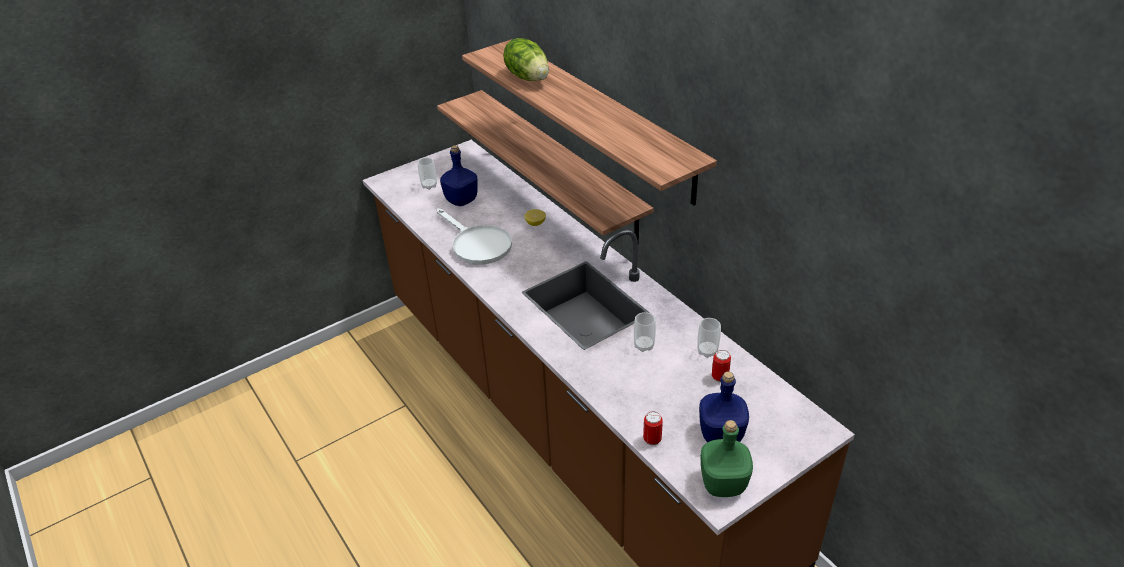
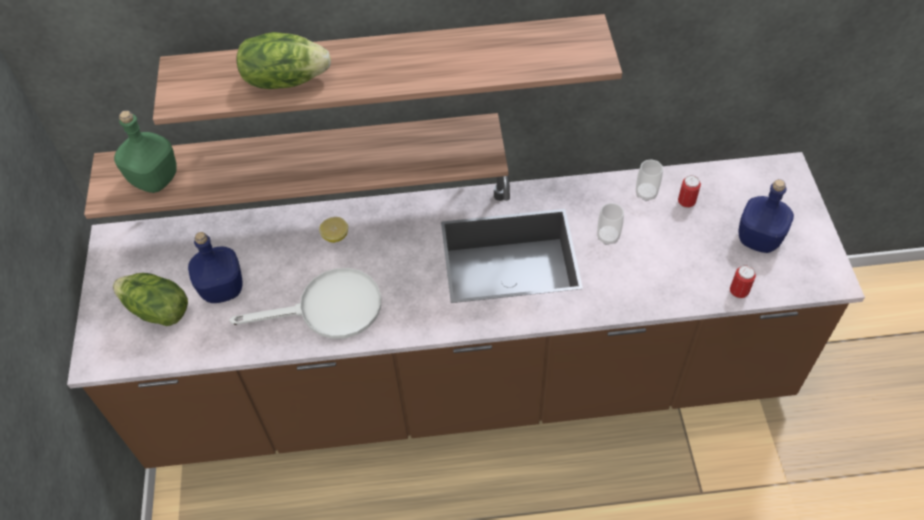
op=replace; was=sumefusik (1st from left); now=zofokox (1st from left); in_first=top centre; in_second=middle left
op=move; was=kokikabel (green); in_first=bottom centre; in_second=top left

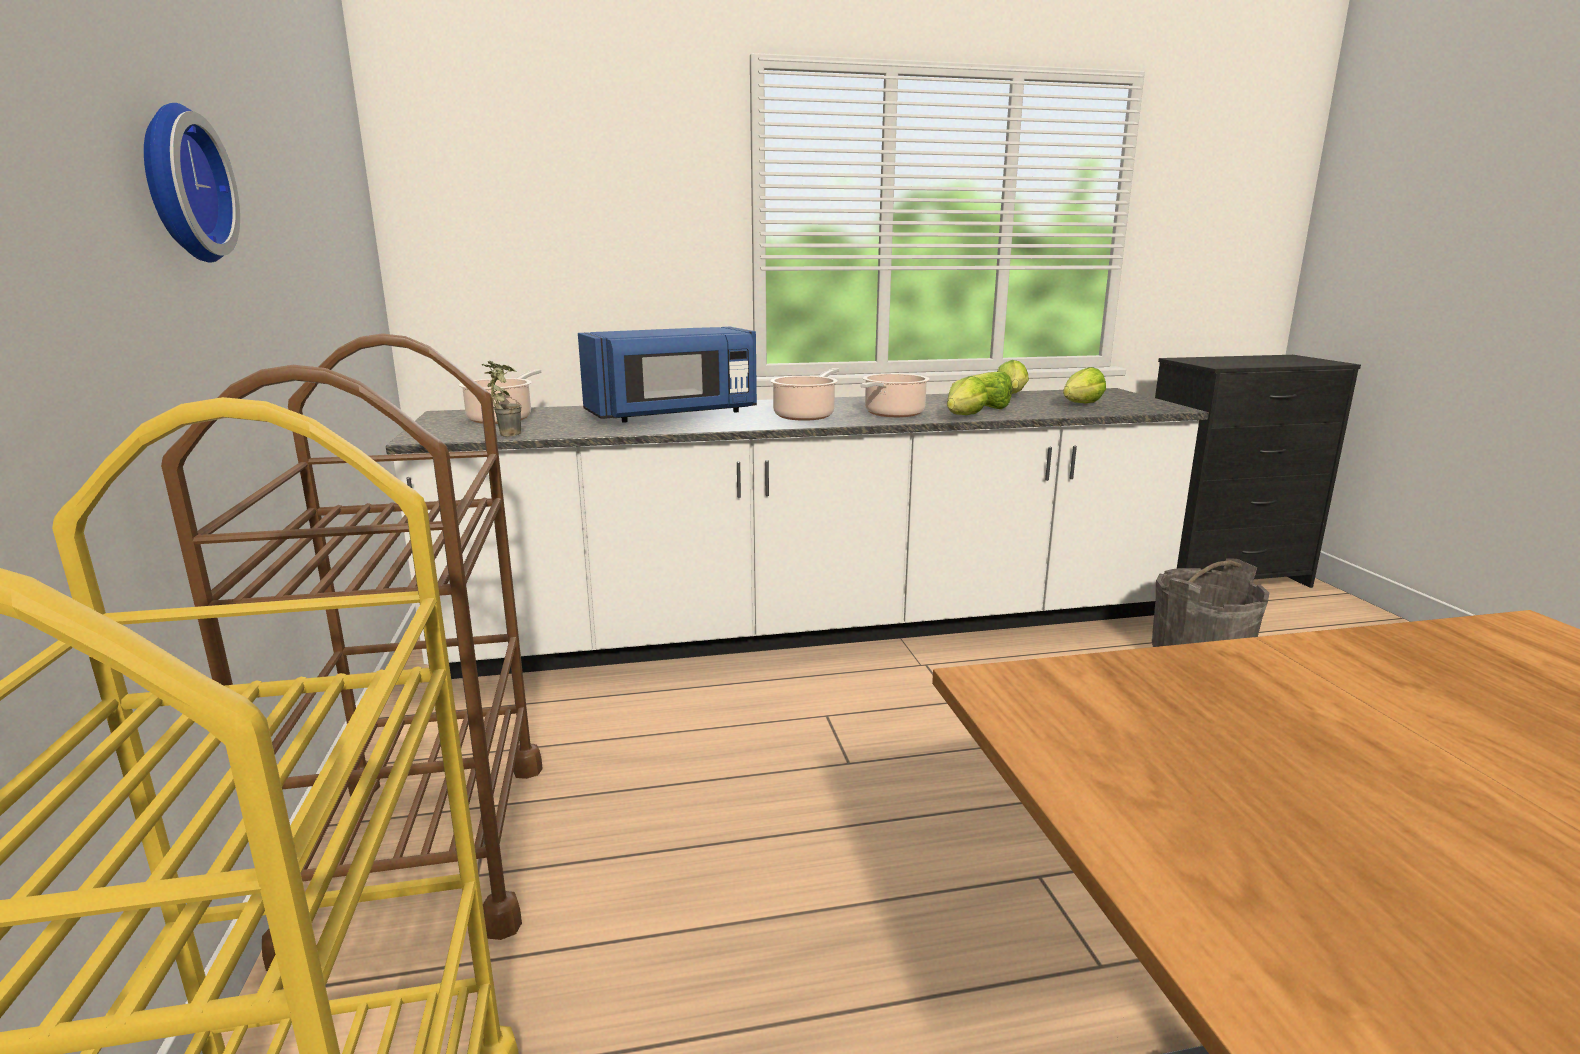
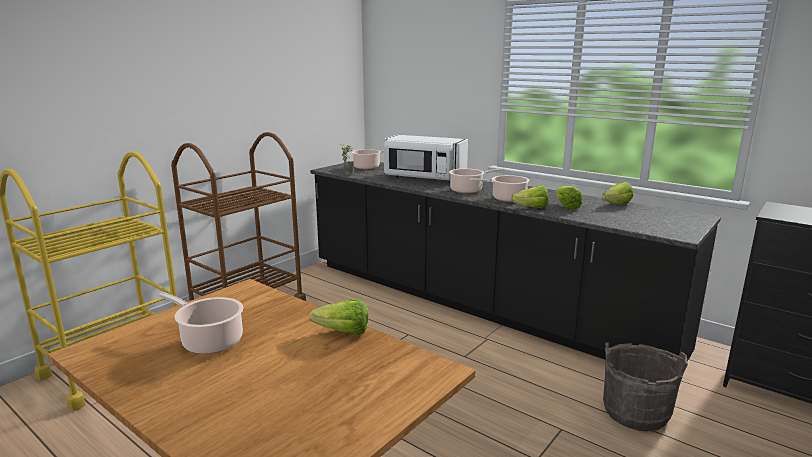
op=delete; was=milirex; in_first=top left
op=recolor; was=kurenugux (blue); now=kurenugux (white); in_first=centre; in_second=centre
op=move; was=zofokox (4th from left in the first image); now=zofokox (1st from left); in_first=middle right; in_second=bottom centre
op=recolor; was=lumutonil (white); now=lumutonil (black); in_first=centre; in_second=centre
op=insert; now=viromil (1st from left); in_second=bottom left

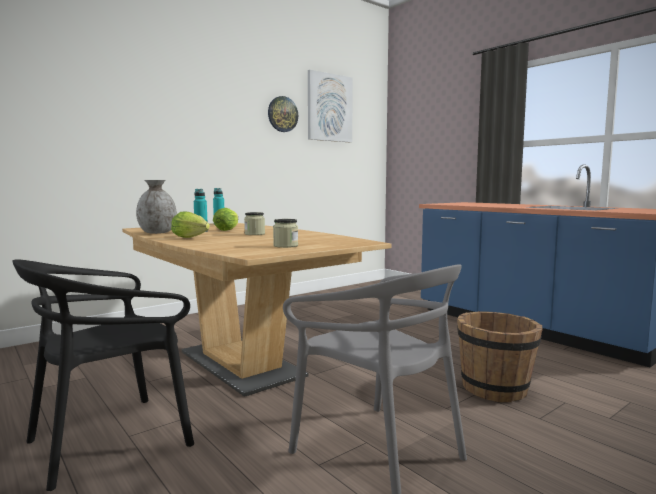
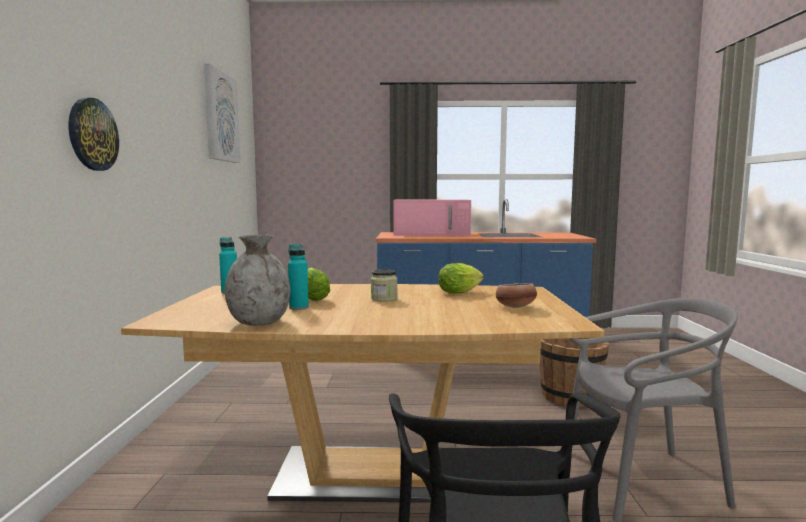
op=move; was=milirex; in_first=top centre; in_second=top left
op=move; was=zofokox (1st from left in the first image); now=zofokox (2nd from left); in_first=middle left; in_second=centre
op=replace; was=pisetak (2nd from left); now=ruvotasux; in_first=centre; in_second=centre
op=insert; now=kurenugux (pink); in_second=centre

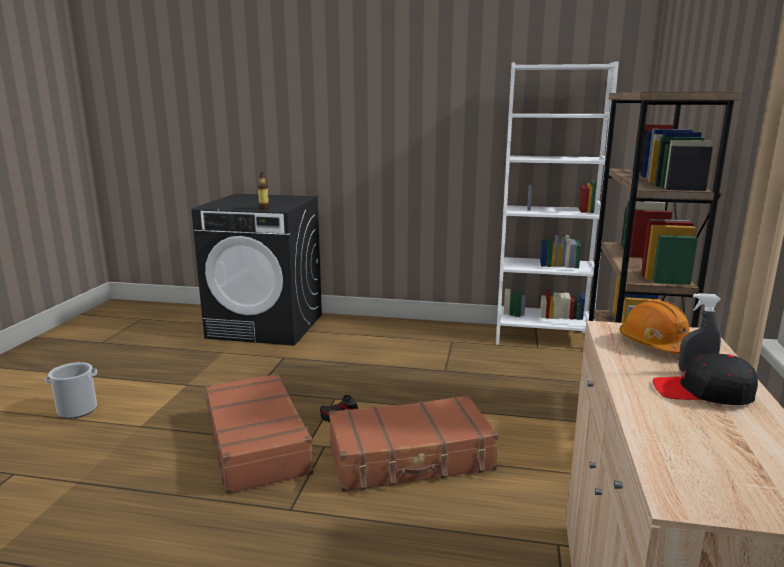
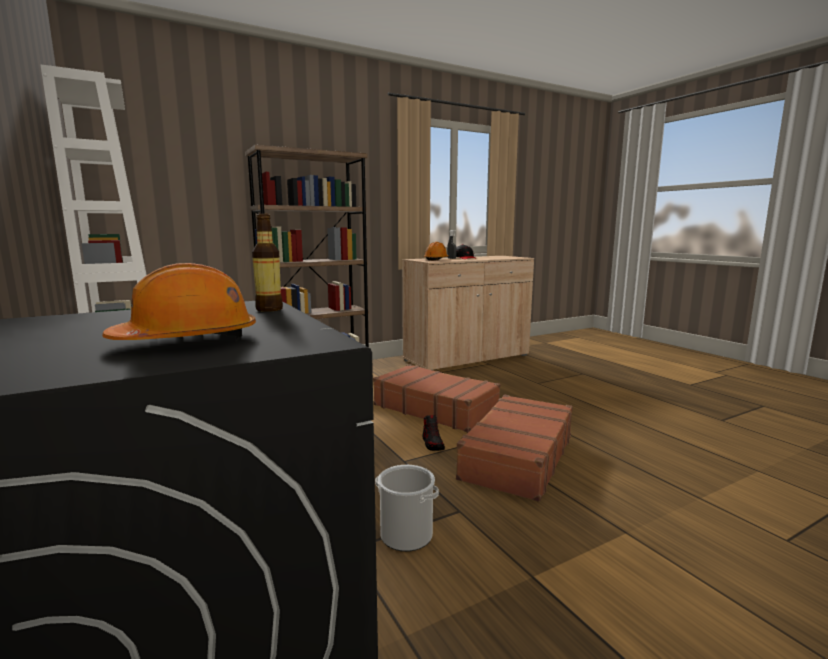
op=move; was=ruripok; in_first=bottom left; in_second=bottom centre
op=insert; now=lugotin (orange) (1st from left); in_second=middle left

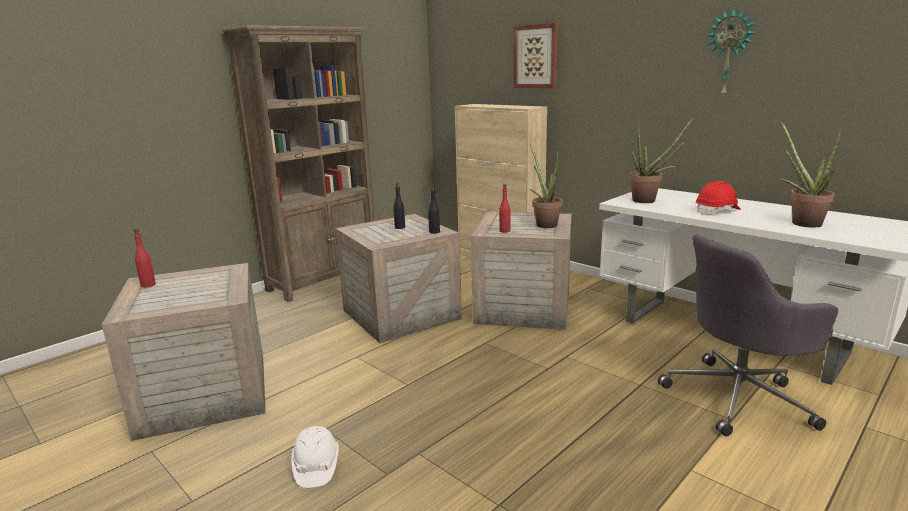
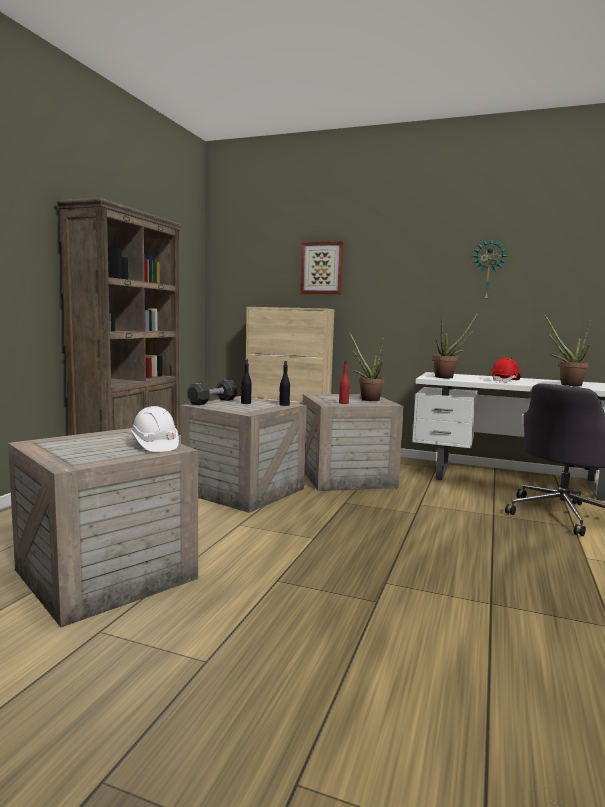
op=delete; was=kokikabel (red) (1st from left); in_first=middle left
op=move; was=lugotin (white); in_first=bottom centre; in_second=middle left
op=insert; now=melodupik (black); in_second=centre

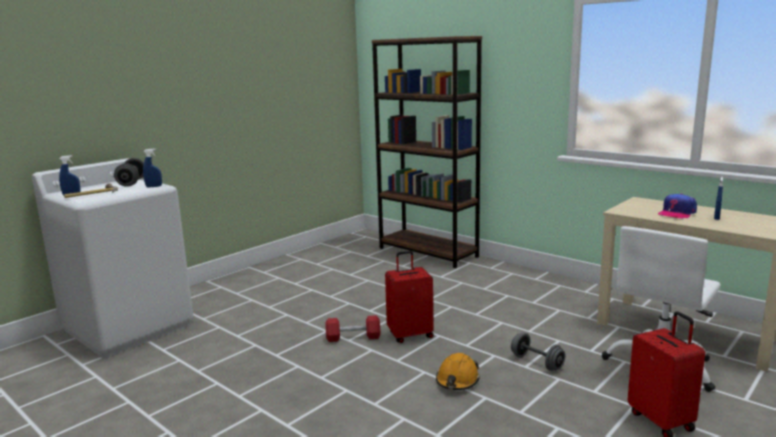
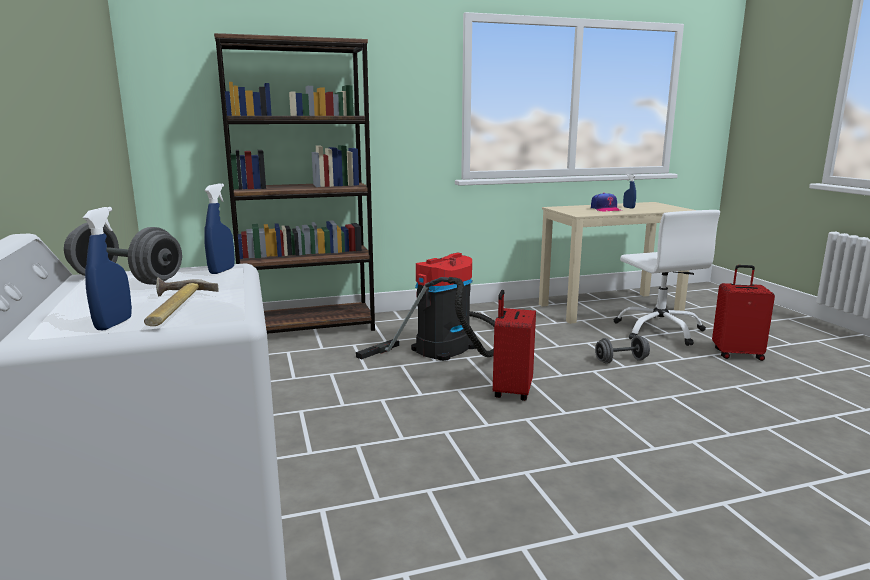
op=delete; was=melodupik (red); in_first=bottom centre
op=delete; was=lugotin (orange); in_first=bottom centre
op=insert; now=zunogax; in_second=centre

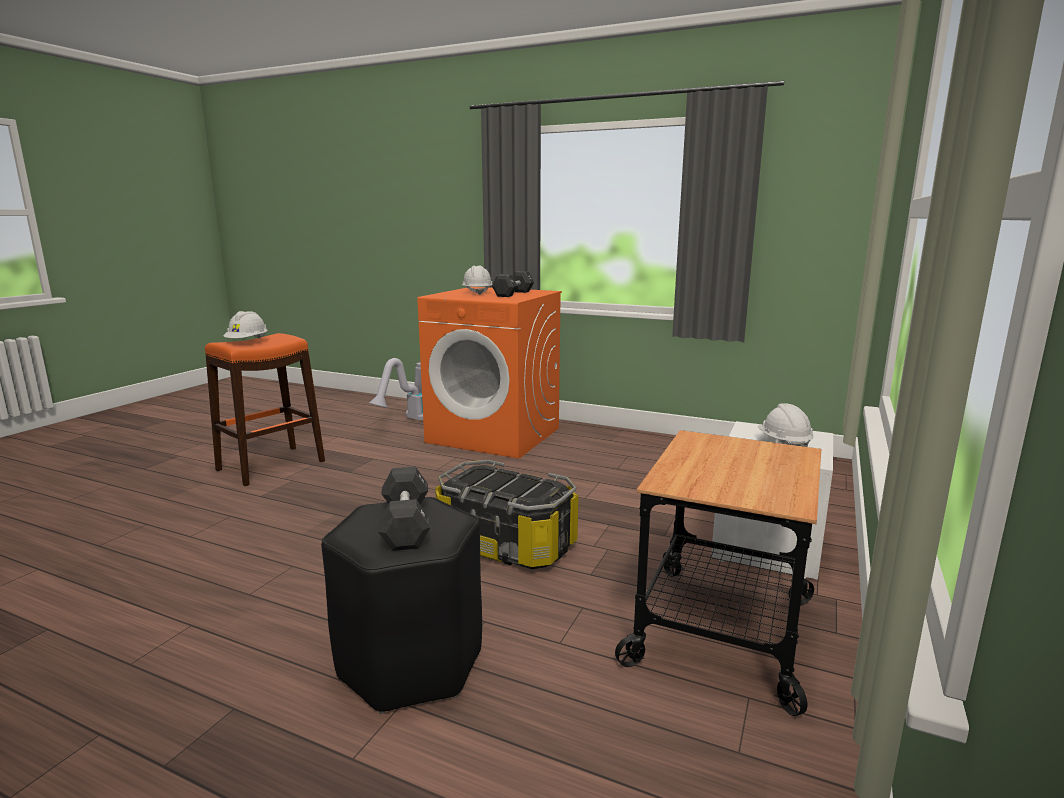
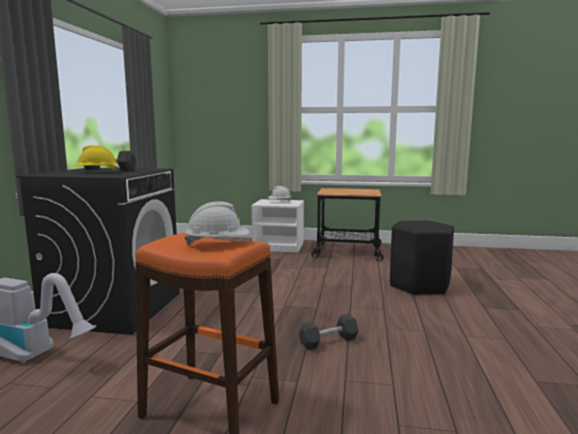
op=recolor; was=lugotin (white) (2nd from left); now=lugotin (yellow); in_first=centre; in_second=middle left
op=recolor; was=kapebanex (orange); now=kapebanex (black); in_first=centre; in_second=middle left
op=delete; was=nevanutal; in_first=centre
op=move; was=melodupik (black) (1st from left in the first image); now=melodupik (black) (2nd from left); in_first=centre; in_second=bottom centre

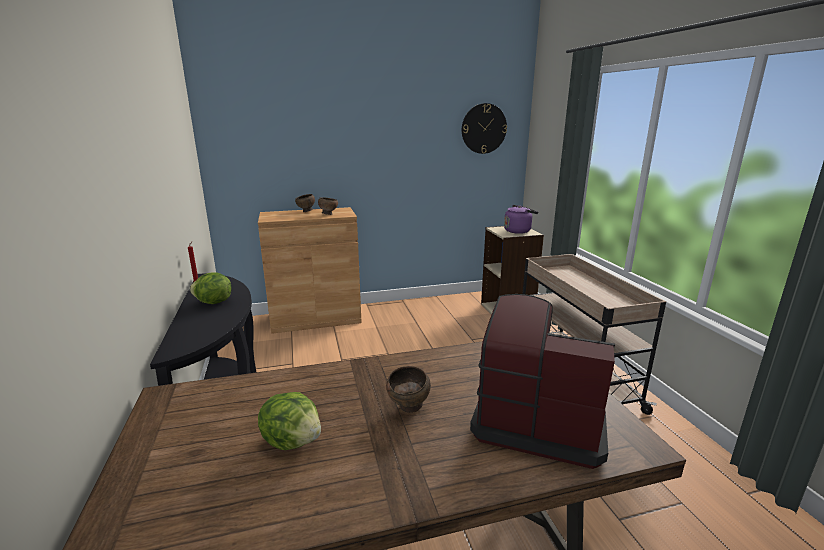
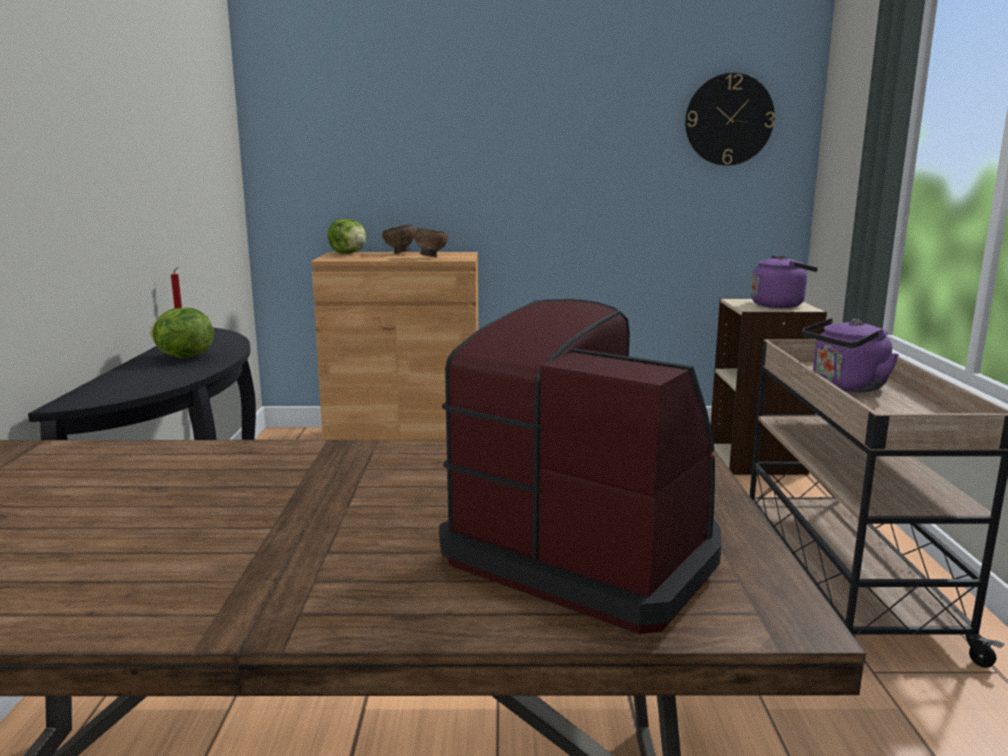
op=delete; was=ruvotasux (brown) (3rd from left); in_first=bottom centre
op=move; was=zofokox (2nd from left); in_first=bottom centre; in_second=top centre
op=insert; now=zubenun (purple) (2nd from left); in_second=middle right

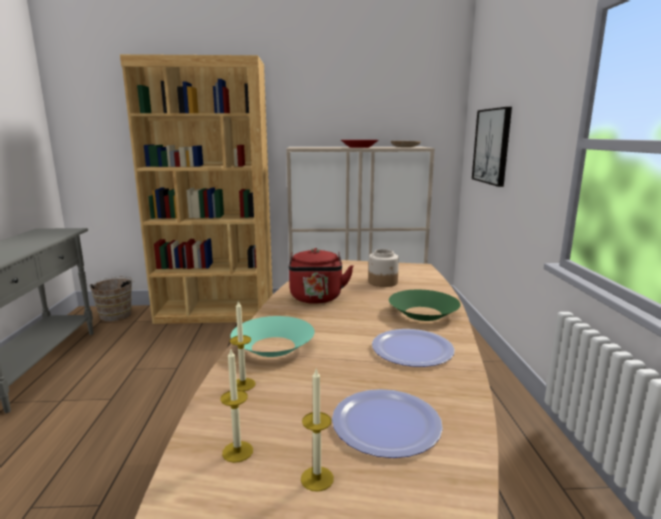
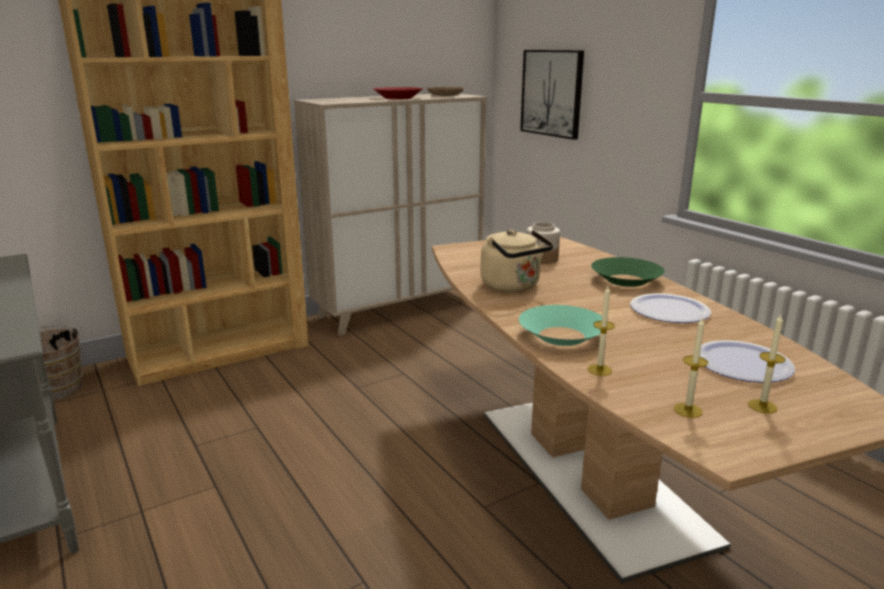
op=recolor; was=zubenun (red); now=zubenun (beige); in_first=centre; in_second=centre

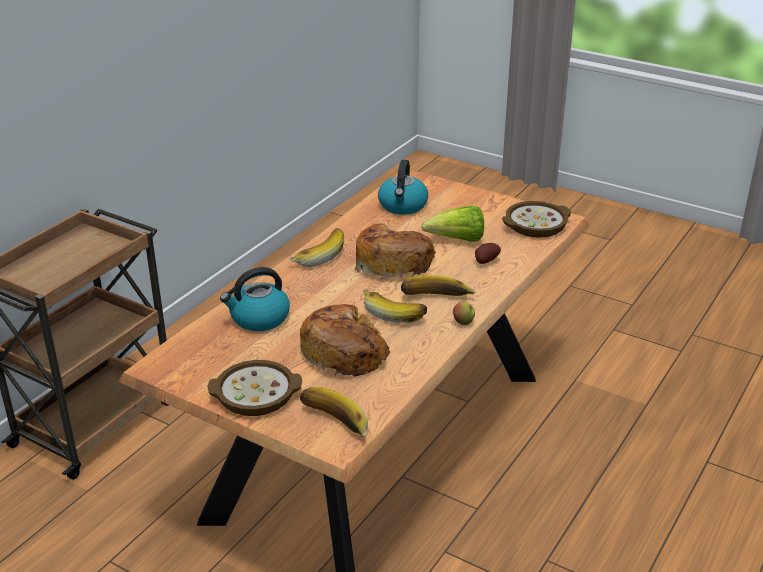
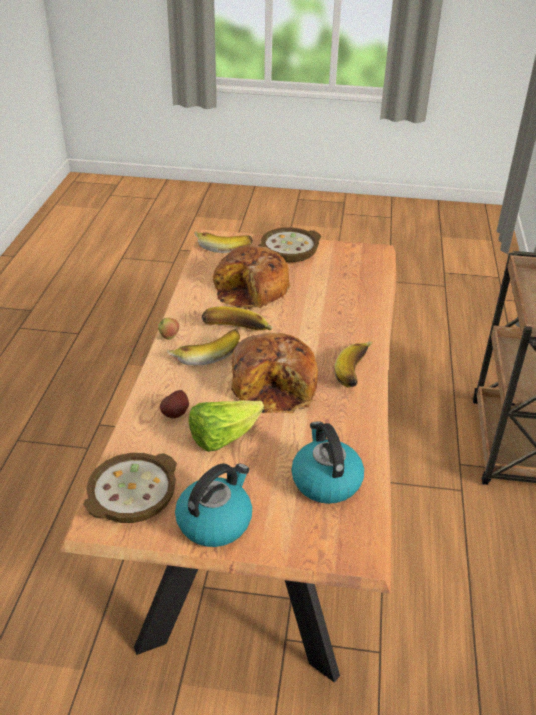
op=move; was=zubenun (1st from left); in_first=centre; in_second=bottom centre

